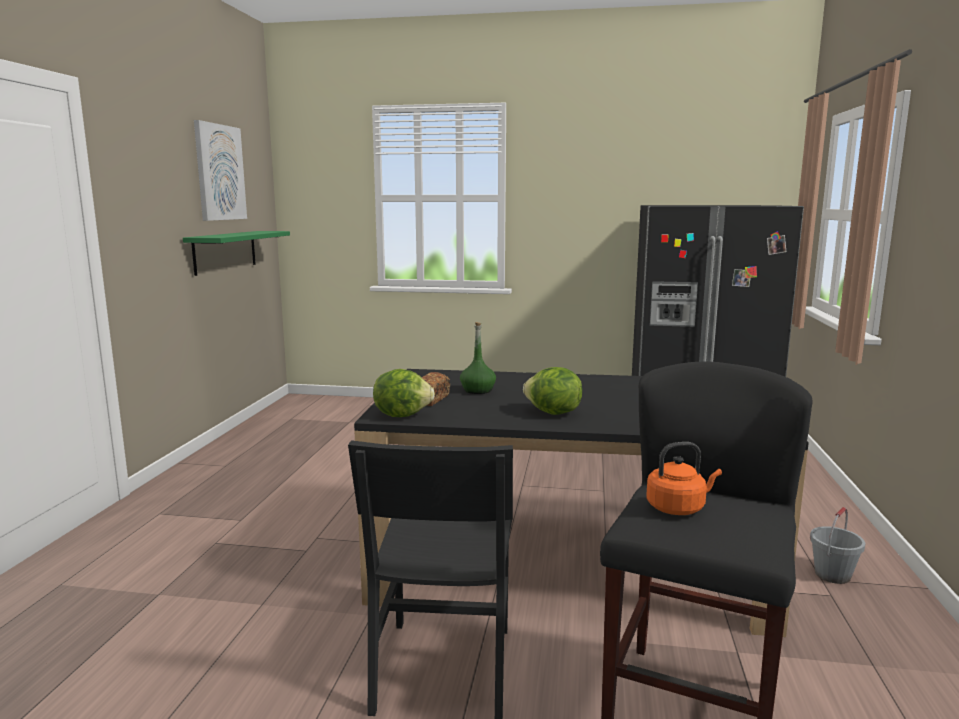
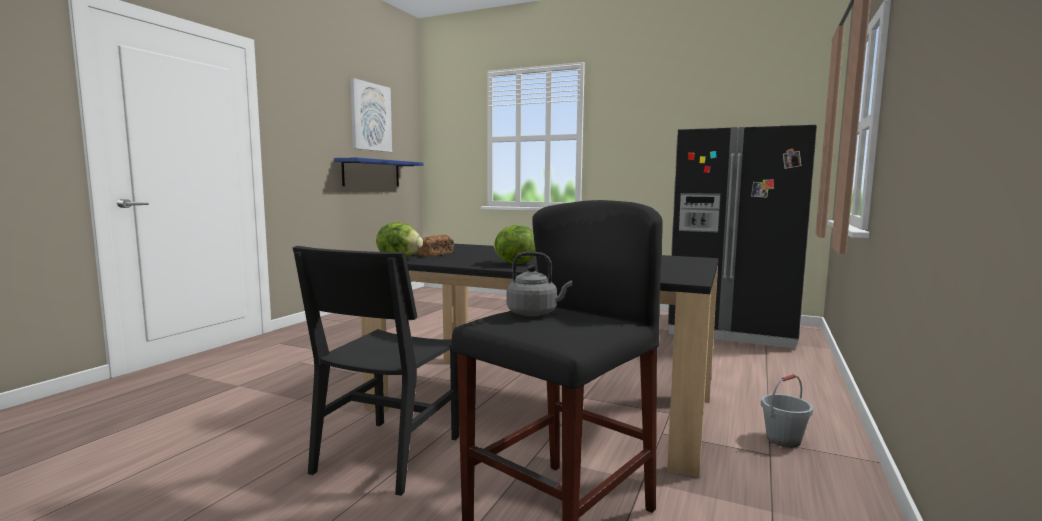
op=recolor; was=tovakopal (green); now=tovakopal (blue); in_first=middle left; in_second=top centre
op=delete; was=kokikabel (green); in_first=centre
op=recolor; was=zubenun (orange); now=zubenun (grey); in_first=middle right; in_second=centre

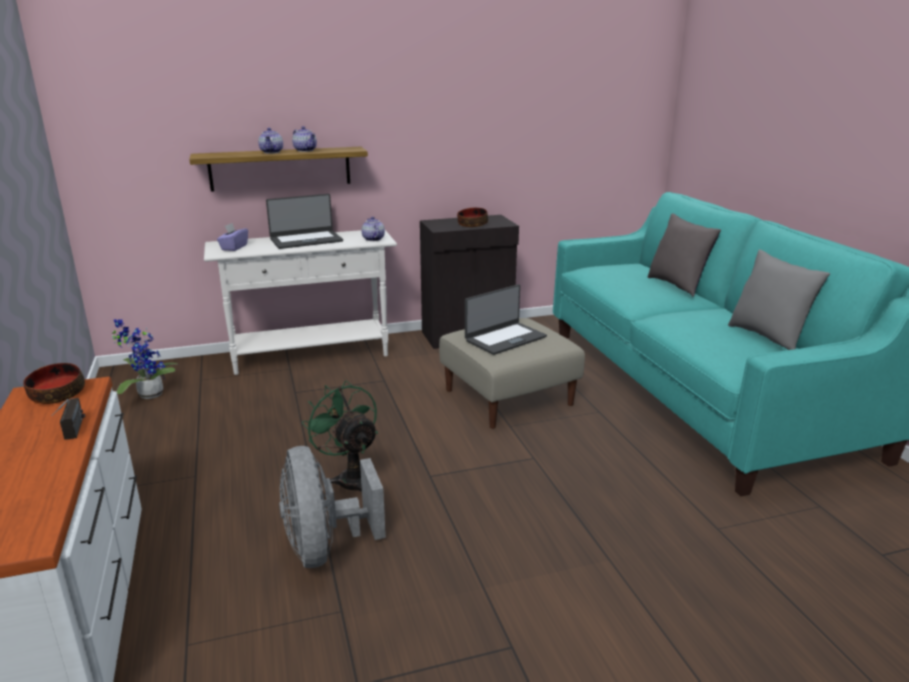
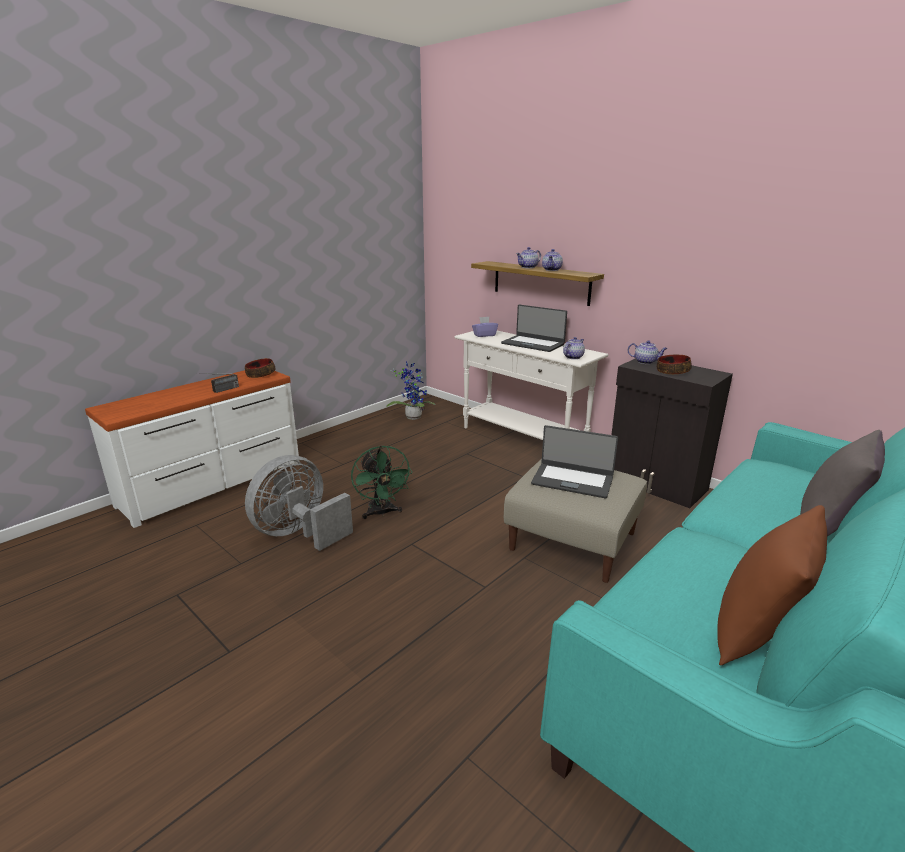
op=recolor; was=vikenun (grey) (2nd from left); now=vikenun (brown); in_first=middle right; in_second=bottom right
op=rotate; was=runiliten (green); in_first=centre; in_second=centre; clockwise=135
op=insert; now=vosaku (4th from left); in_second=middle right

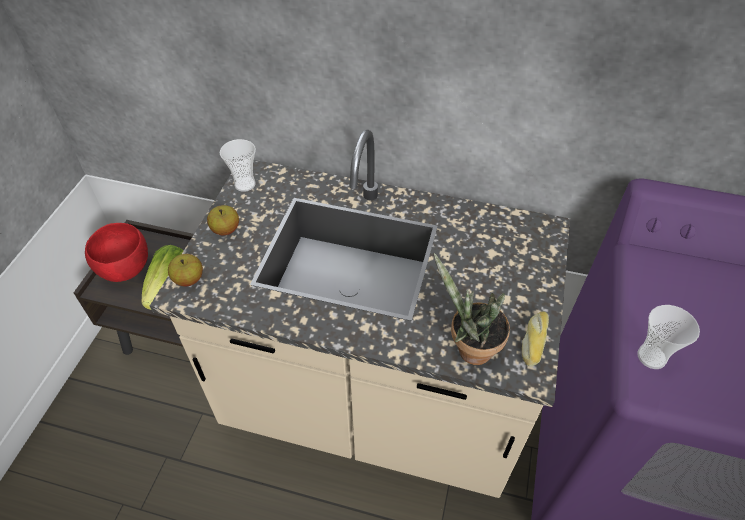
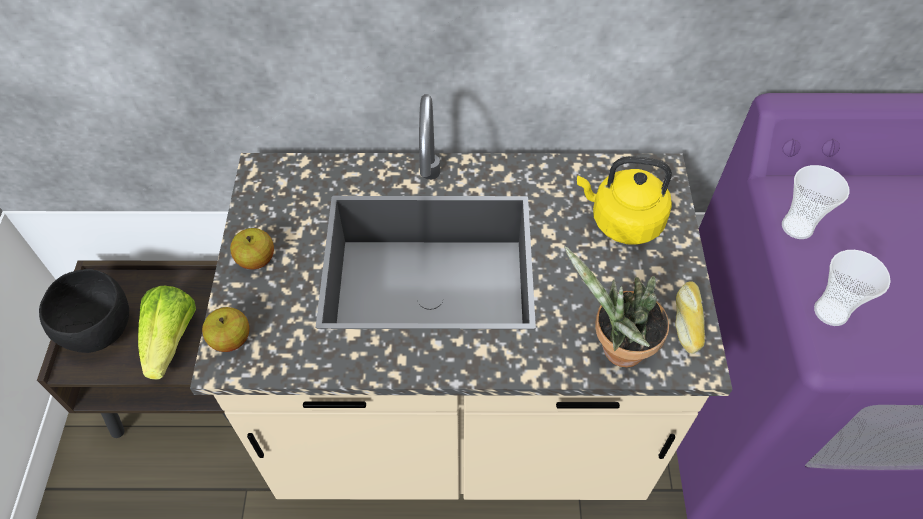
op=move; was=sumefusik (1st from left); in_first=top left; in_second=middle right
op=recolor; was=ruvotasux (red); now=ruvotasux (black); in_first=middle left; in_second=middle left
op=insert; now=zubenun (yellow); in_second=middle right

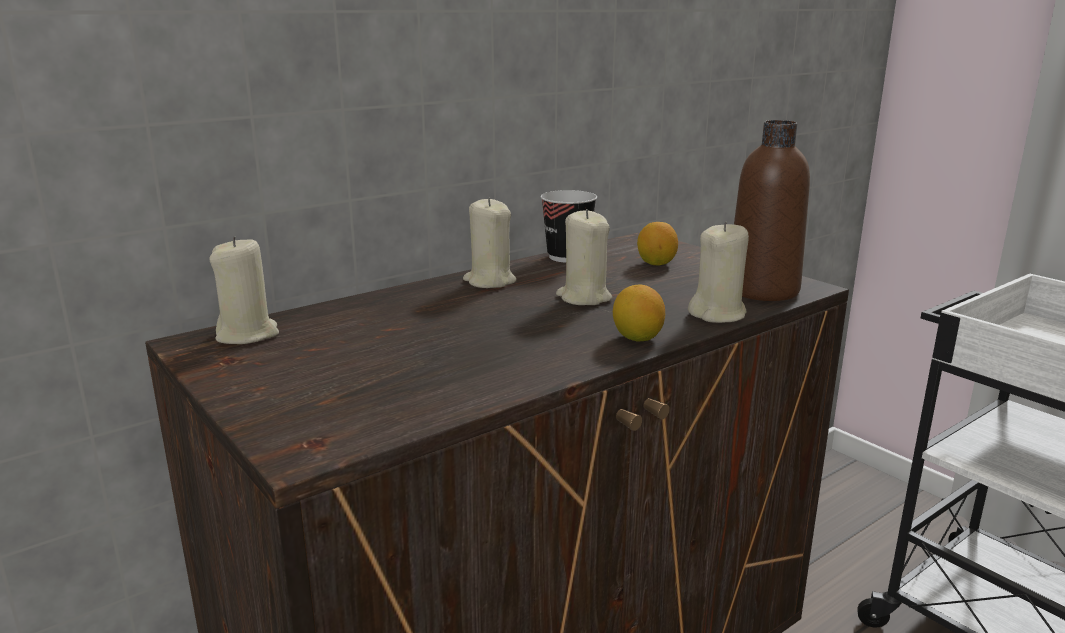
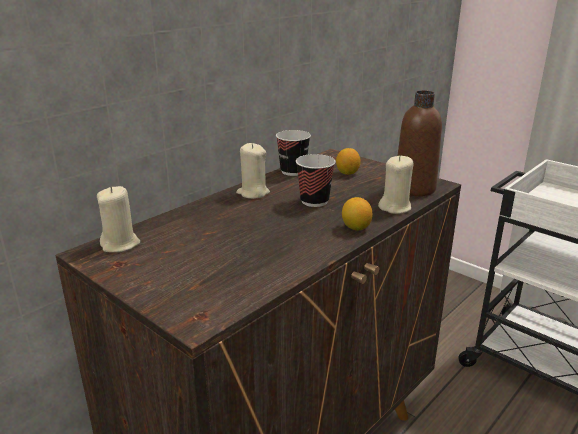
op=replace; was=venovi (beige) (3rd from left); now=sumefusik (2nd from left); in_first=centre; in_second=centre

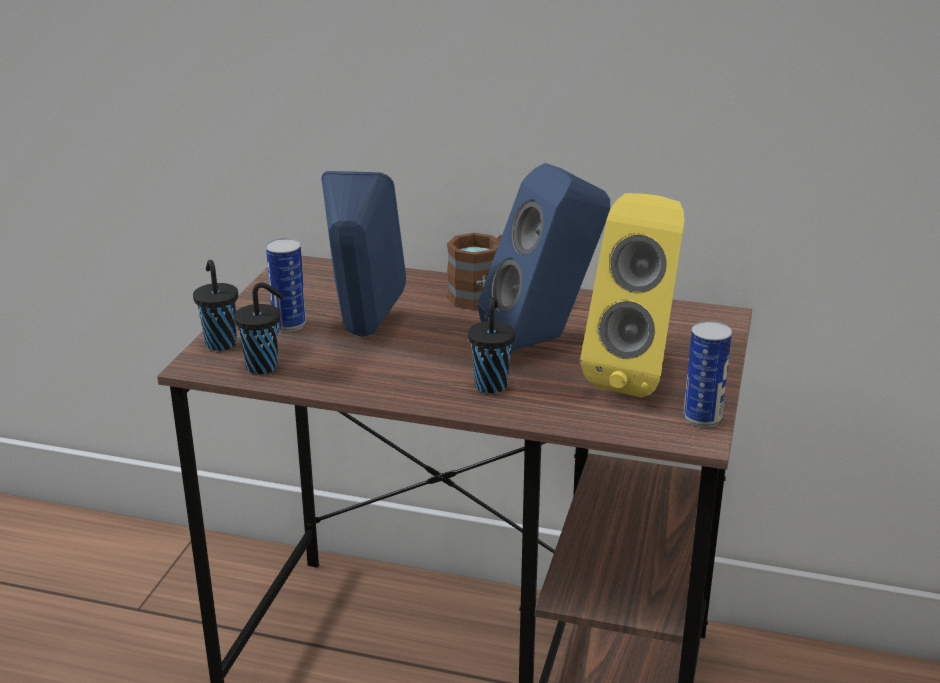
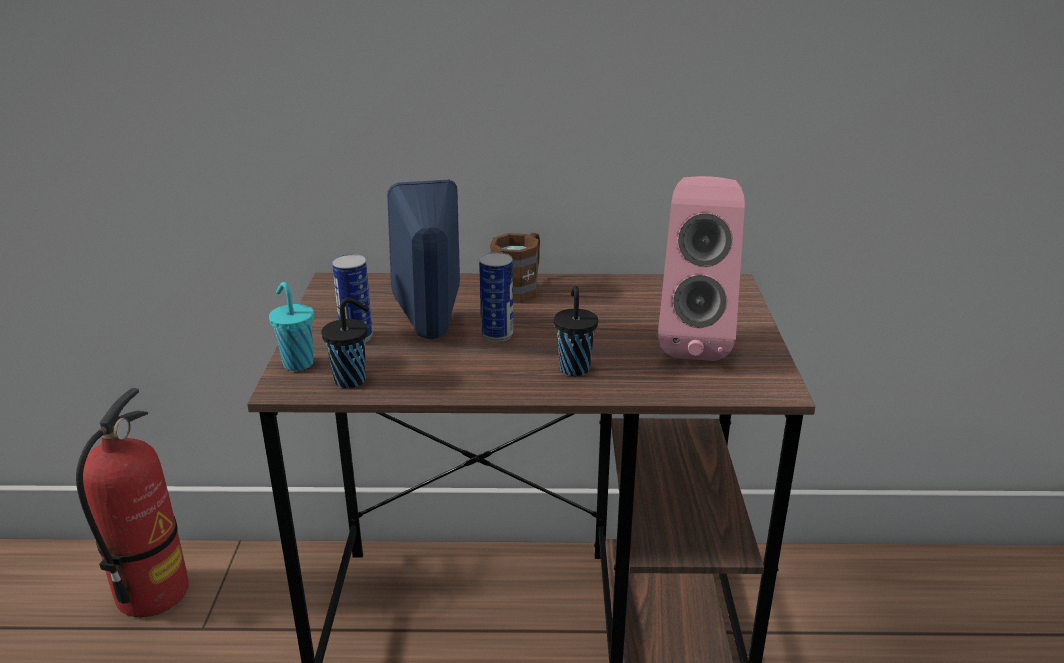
op=delete; was=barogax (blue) (2nd from left); in_first=centre
op=recolor; was=barogax (yellow); now=barogax (pink); in_first=middle right; in_second=centre
op=recolor; was=sumefusik (black) (1st from left); now=sumefusik (turquoise); in_first=middle left; in_second=middle left
op=move; was=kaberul (2nd from left); in_first=middle right; in_second=centre
op=insert; now=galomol; in_second=bottom left

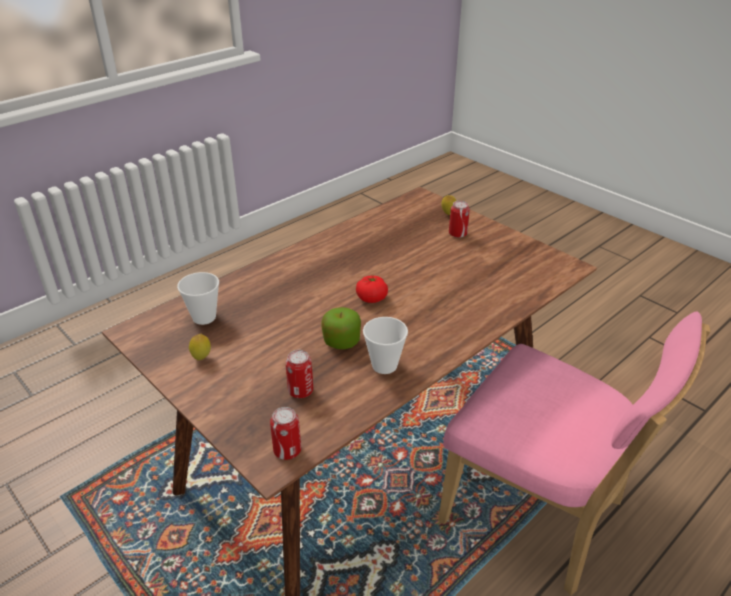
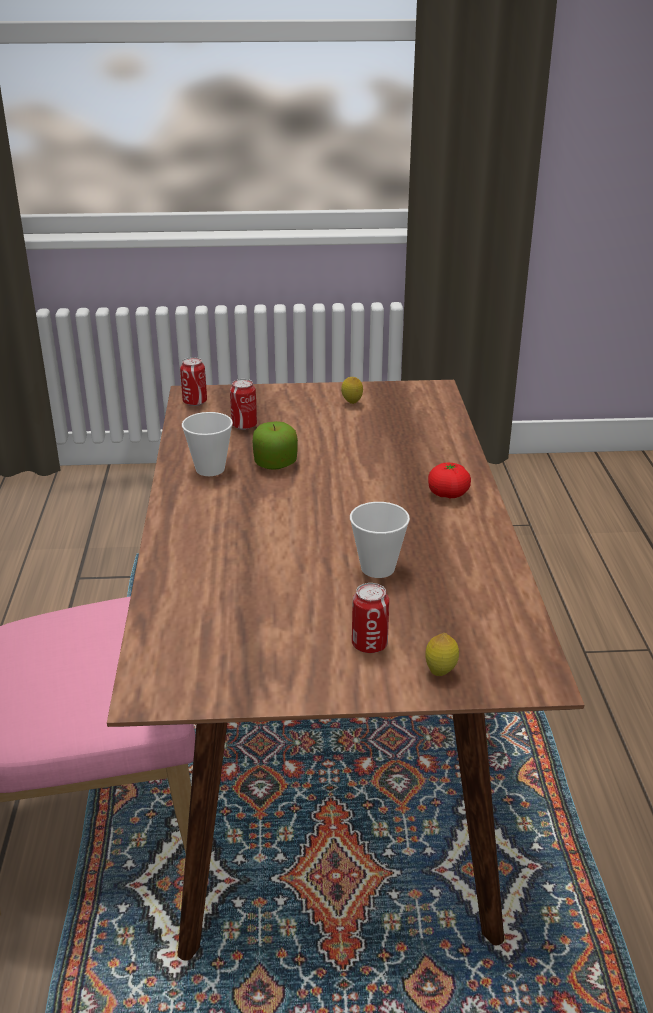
op=move; was=sumefusik (1st from left in the first image); now=sumefusik (2nd from left); in_first=middle left; in_second=centre
op=move; was=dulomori; in_first=centre; in_second=middle right

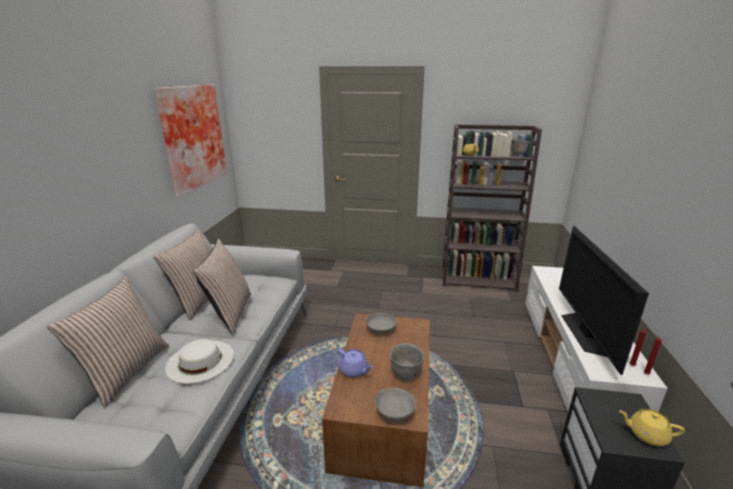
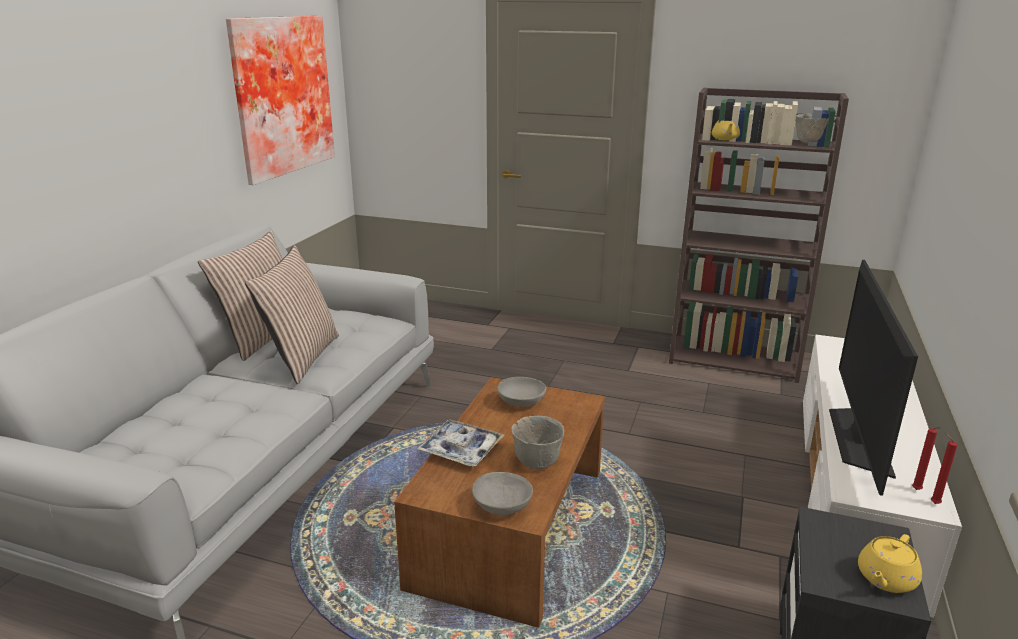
op=delete; was=vikenun (1st from left); in_first=bottom left
op=delete; was=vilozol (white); in_first=bottom left
op=replace; was=vosaku (purple); now=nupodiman; in_first=bottom centre; in_second=bottom centre
op=rotate; was=vosaku (yellow) (2nd from left); in_first=bottom right; in_second=bottom right; clockwise=-75

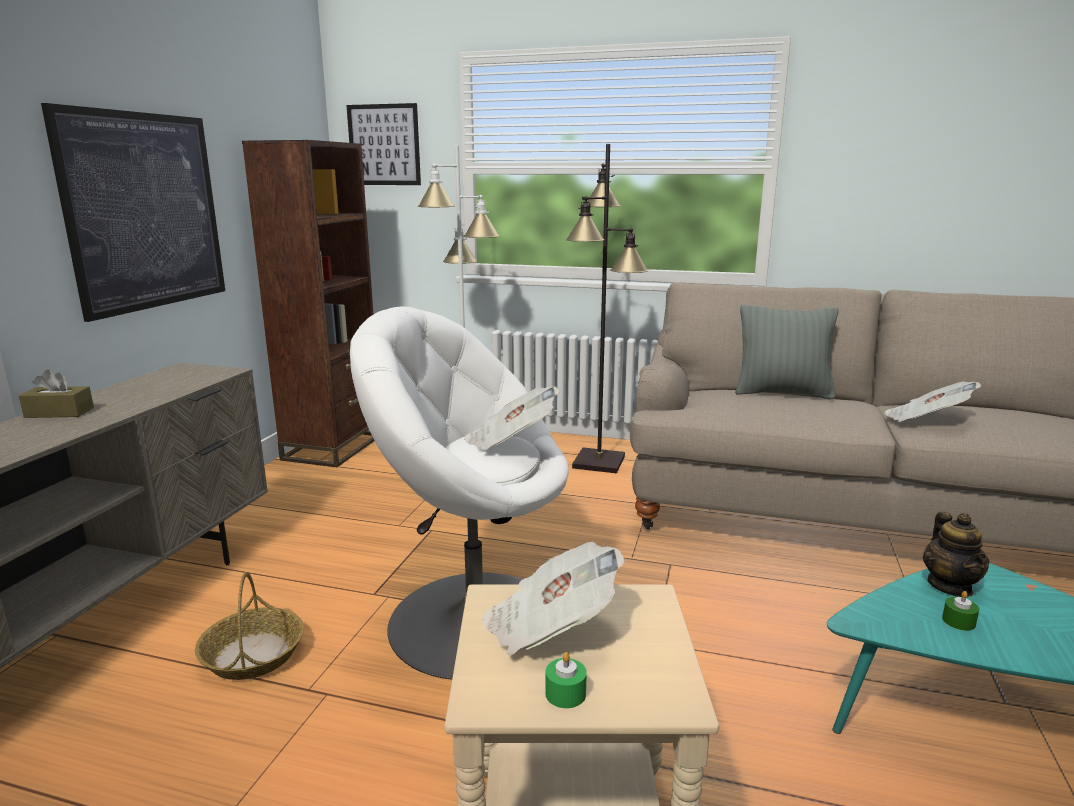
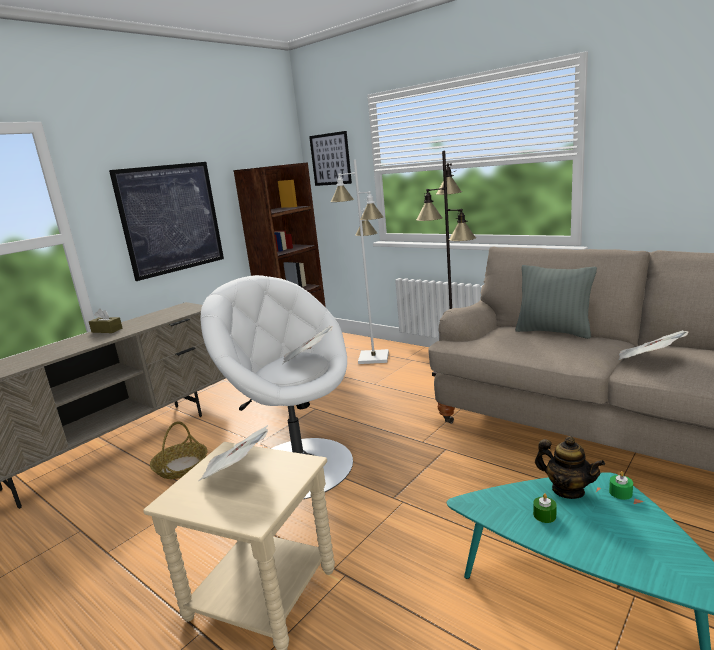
op=rotate; was=vosaku; in_first=bottom right; in_second=bottom right; clockwise=-75
op=move; was=venovi (green) (1st from left in the first image); now=venovi (green) (2nd from left); in_first=bottom centre; in_second=bottom right

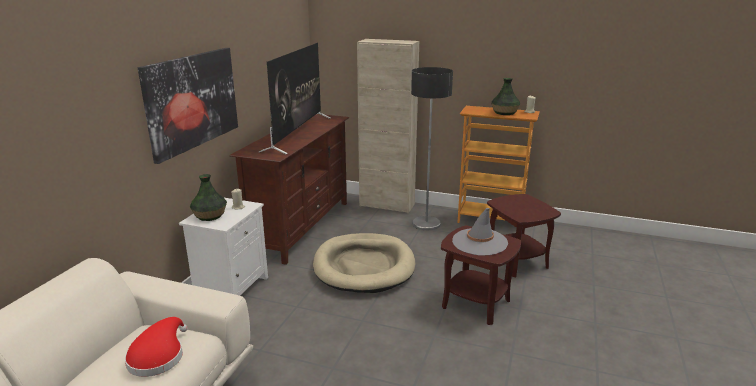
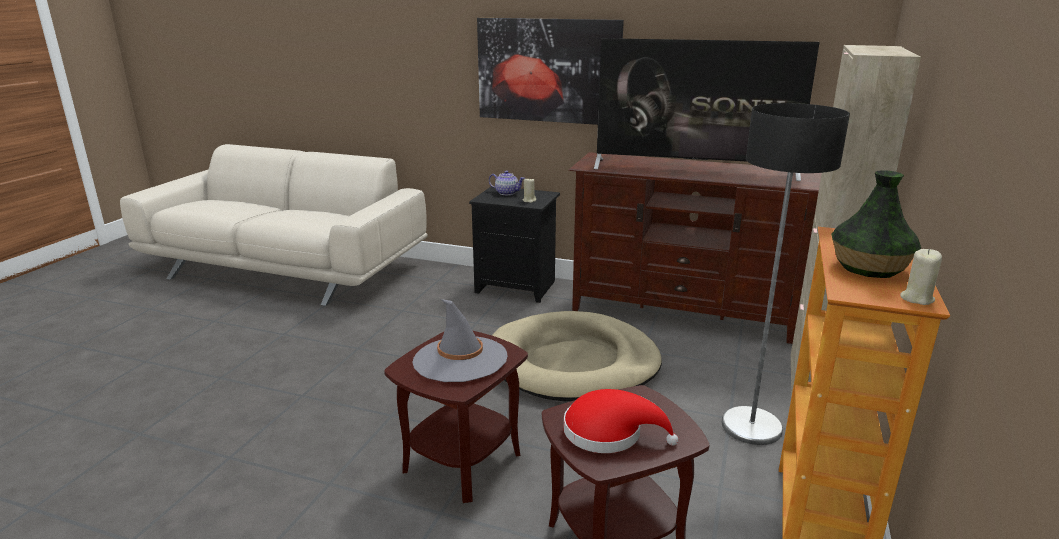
op=replace; was=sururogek (1st from left); now=vosaku; in_first=middle left; in_second=centre
op=recolor; was=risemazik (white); now=risemazik (black); in_first=middle left; in_second=centre
op=move; was=vilozol (red); in_first=bottom left; in_second=bottom centre

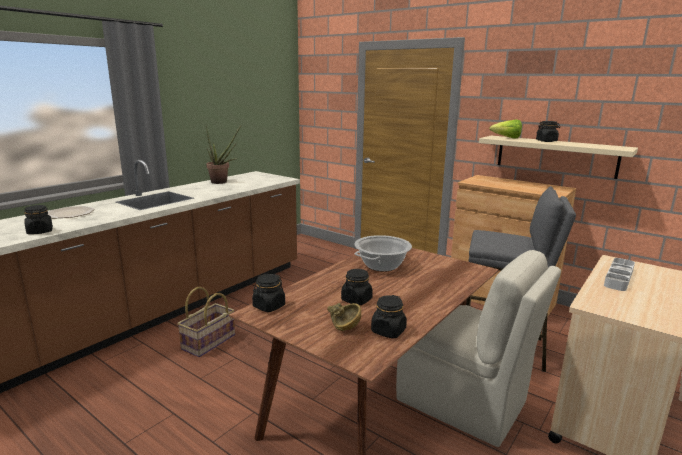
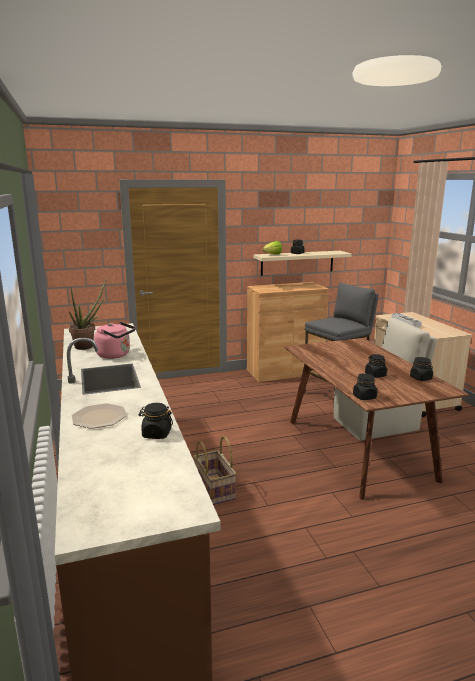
op=delete; was=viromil; in_first=centre
op=delete; was=ruvotasux (brown); in_first=bottom centre
op=insert; now=zubenun (pink); in_second=middle left

